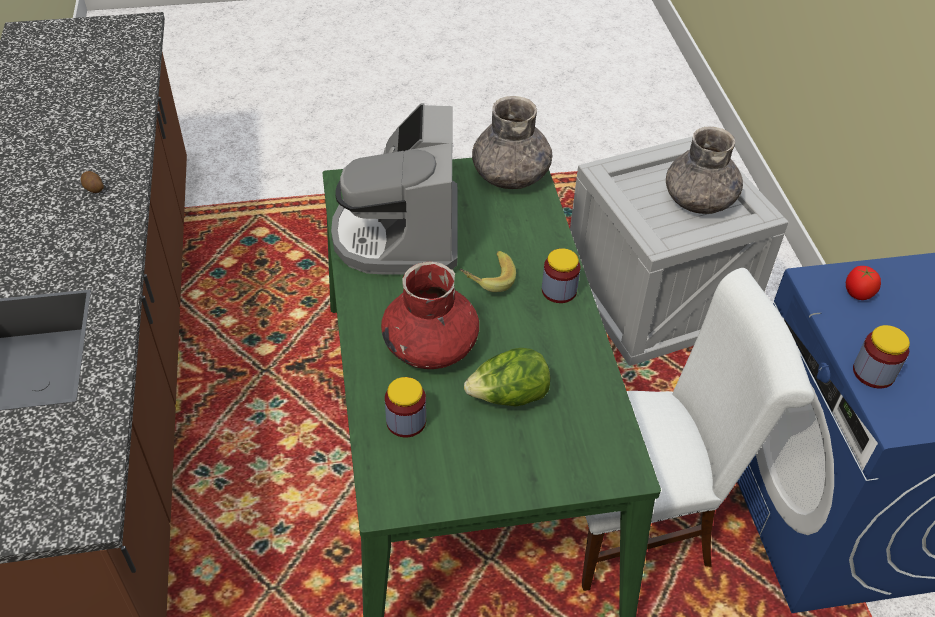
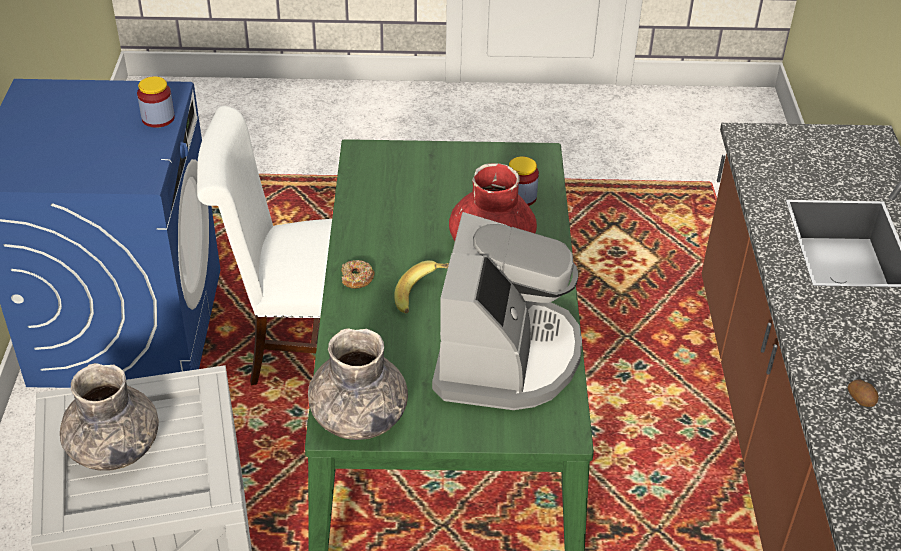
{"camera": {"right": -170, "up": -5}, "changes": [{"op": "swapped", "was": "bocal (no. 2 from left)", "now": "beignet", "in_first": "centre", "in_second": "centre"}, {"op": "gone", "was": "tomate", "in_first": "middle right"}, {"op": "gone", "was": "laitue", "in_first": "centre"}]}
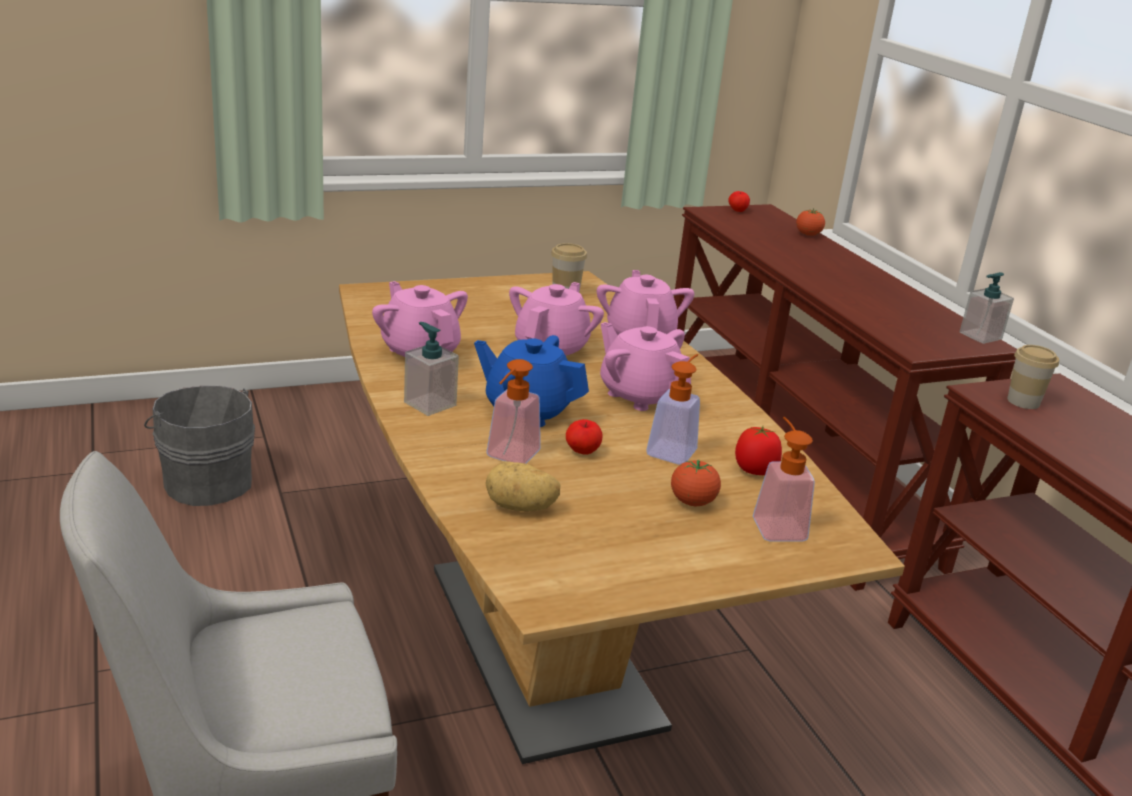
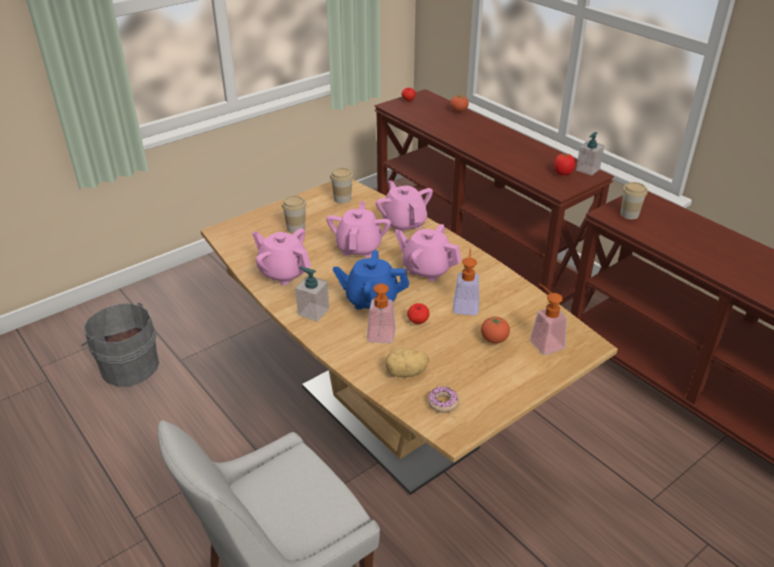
{"camera": {"right": -15, "up": 10}, "changes": [{"op": "shifted", "was": "tomate (no. 2 from left in the first image)", "now": "tomate (no. 3 from left)", "in_first": "middle right", "in_second": "top right"}, {"op": "new", "now": "tasse (no. 1 from left)", "in_second": "centre"}, {"op": "new", "now": "beignet", "in_second": "bottom centre"}]}
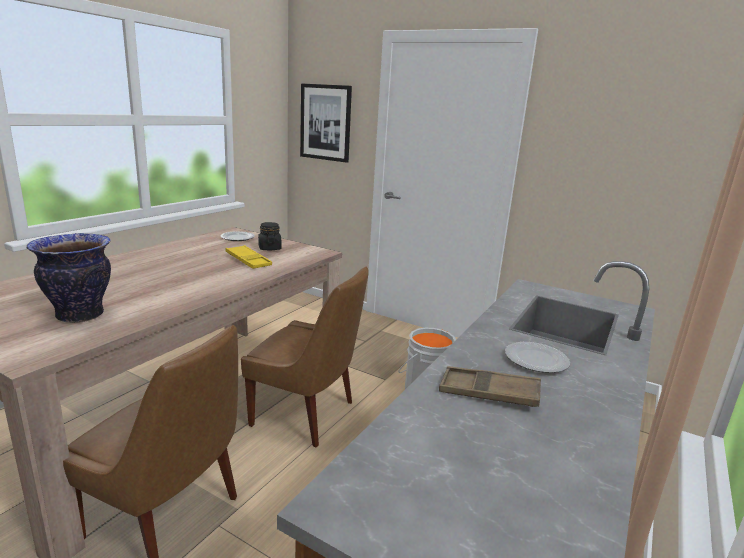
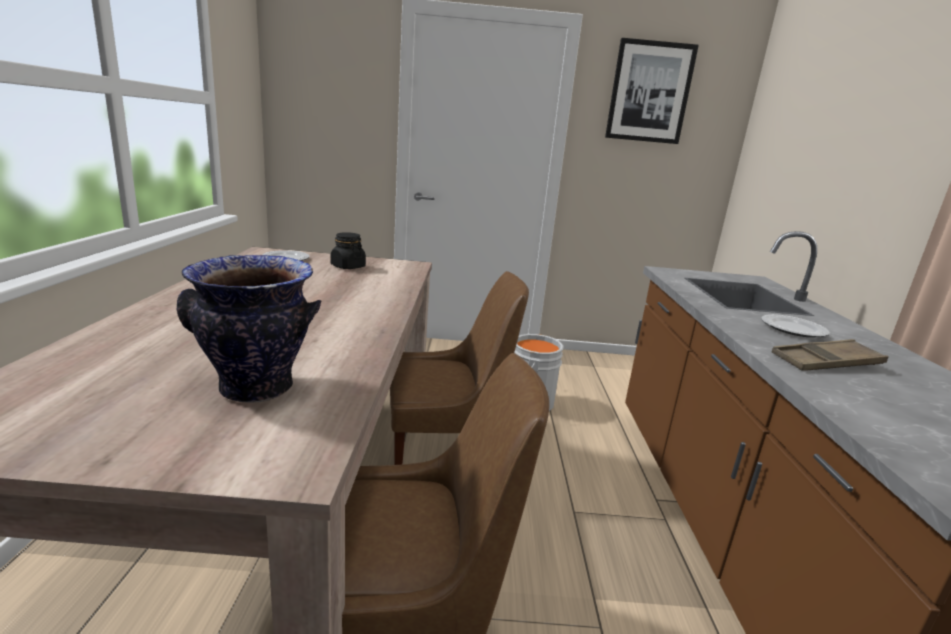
{"camera": {"right": -30, "up": 0}, "changes": [{"op": "shifted", "was": "tableau", "in_first": "top centre", "in_second": "top right"}, {"op": "gone", "was": "plateau [jaune]", "in_first": "centre"}]}
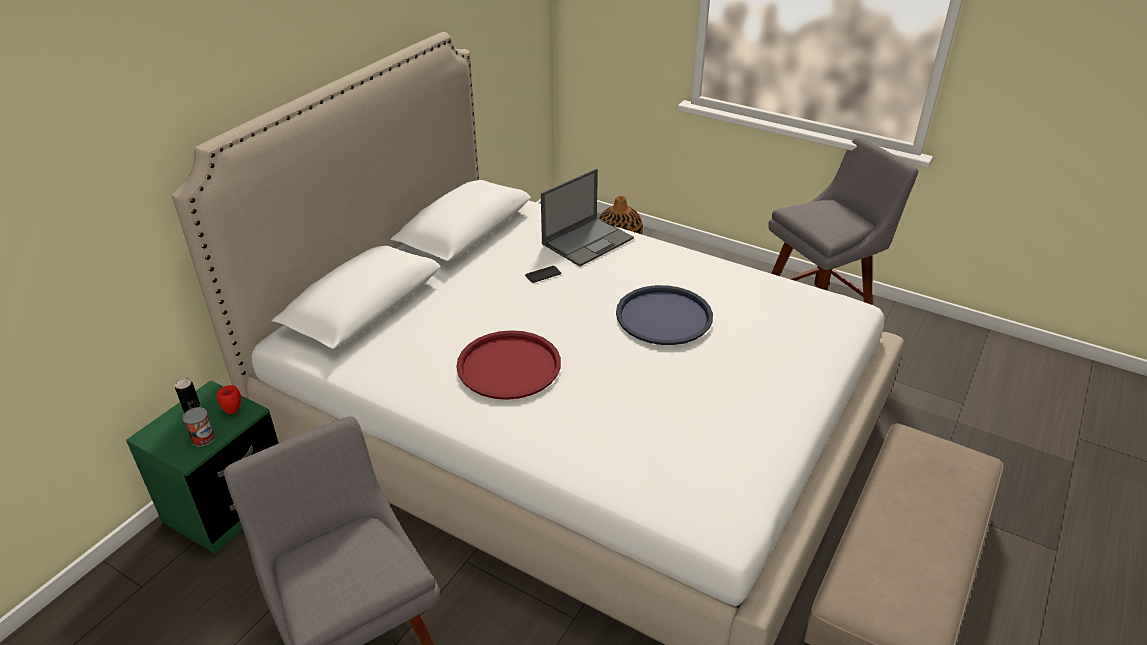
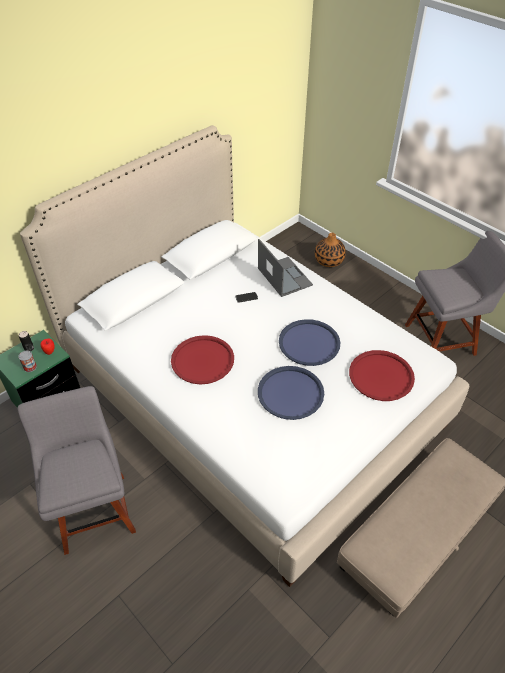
{"camera": {"right": 15, "up": 10}, "changes": [{"op": "rotated", "was": "ordinateur portable", "in_first": "centre", "in_second": "centre", "clockwise": -90}, {"op": "new", "now": "plateau [rouge] (no. 2 from left)", "in_second": "middle right"}, {"op": "new", "now": "plateau [bleu] (no. 1 from left)", "in_second": "centre"}]}
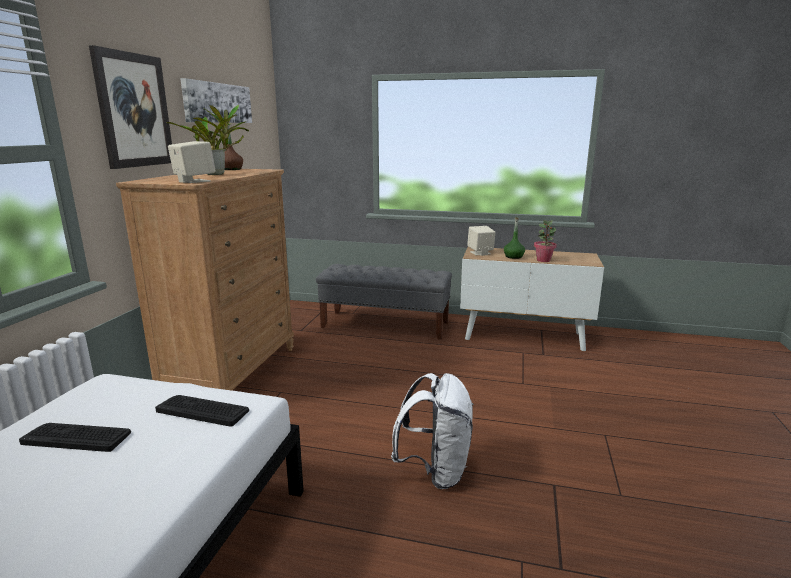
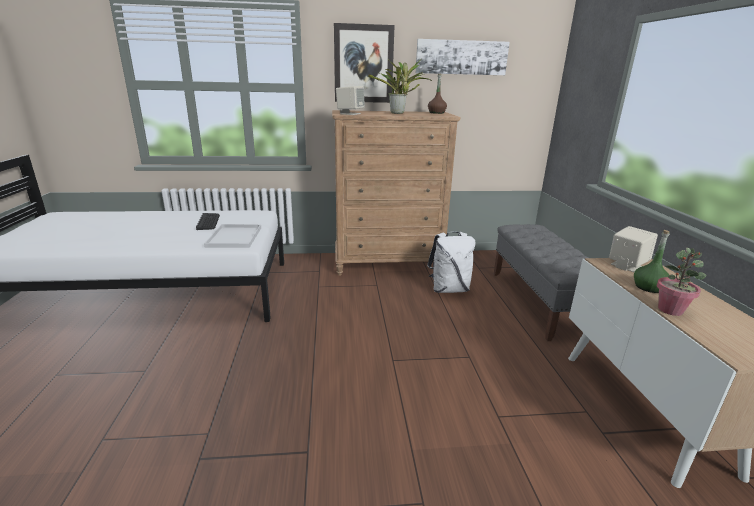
{"camera": {"right": 70, "up": 5}, "changes": [{"op": "shifted", "was": "sac à dos [blanc]", "in_first": "bottom centre", "in_second": "centre"}, {"op": "swapped", "was": "clavier (no. 2 from left)", "now": "plateau [blanc]", "in_first": "bottom left", "in_second": "middle left"}]}
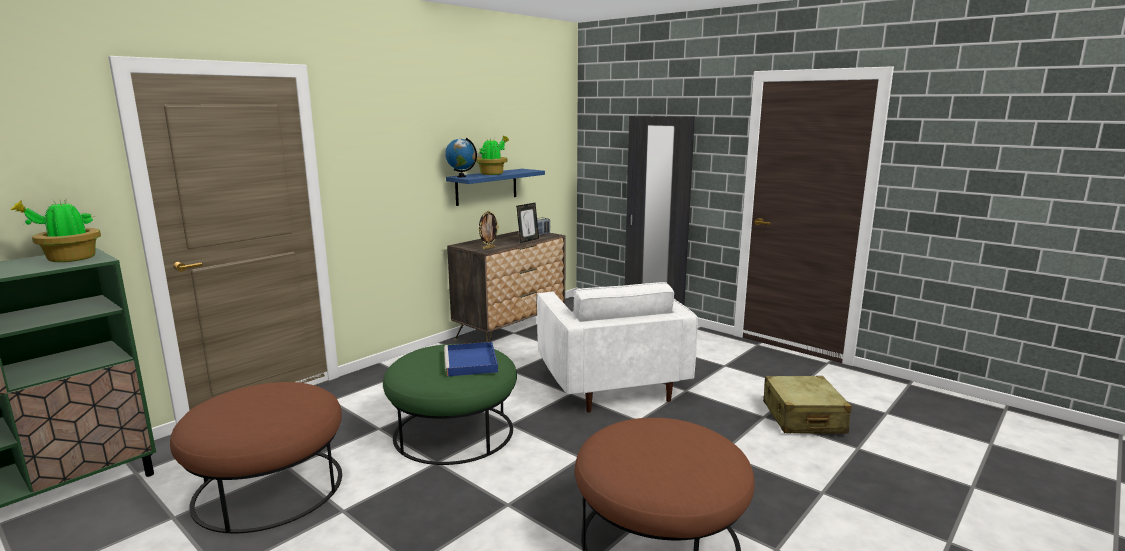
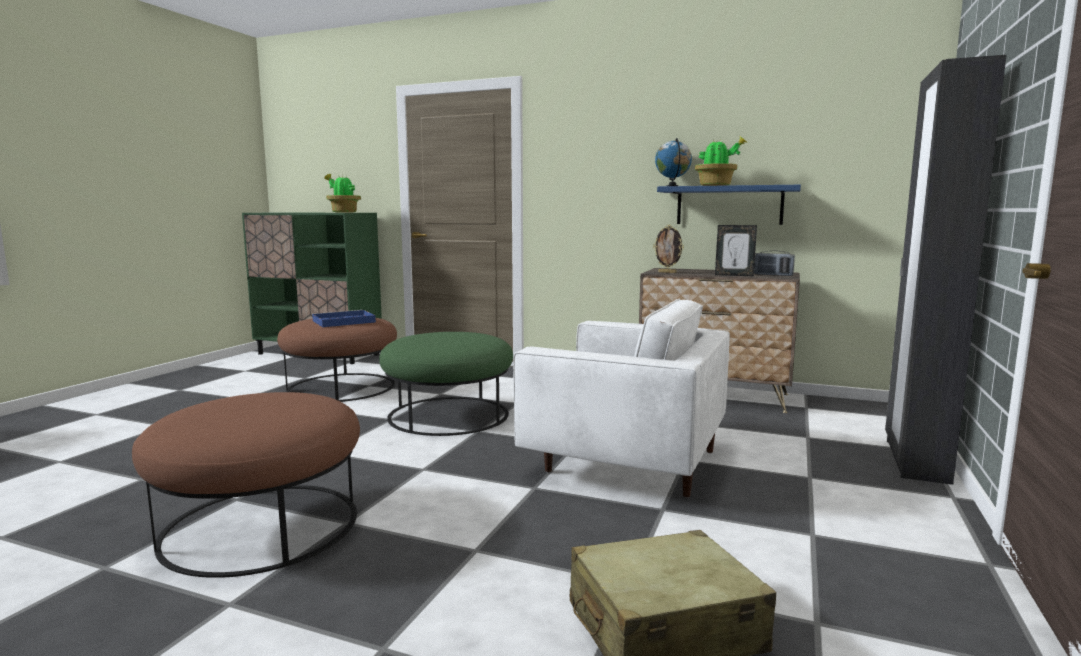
{"camera": {"right": 70, "up": -5}, "changes": [{"op": "rotated", "was": "fauteuil [blanc]", "in_first": "centre", "in_second": "centre", "clockwise": -120}, {"op": "shifted", "was": "plateau [bleu]", "in_first": "centre", "in_second": "middle left"}]}
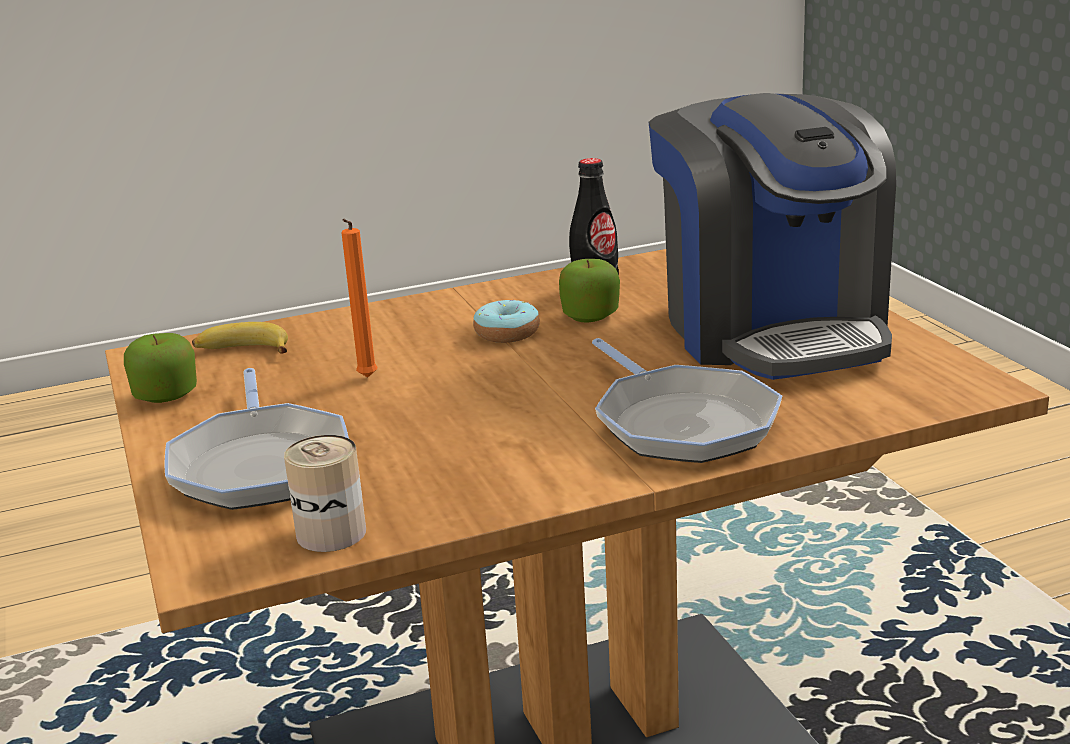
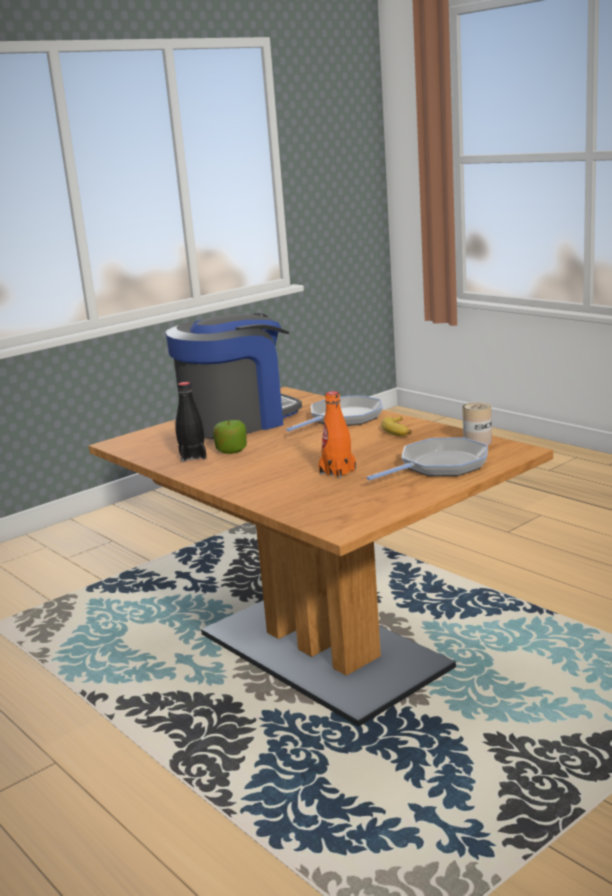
{"camera": {"right": -110, "up": -5}, "changes": [{"op": "swapped", "was": "bougie [orange]", "now": "bouteille [orange]", "in_first": "centre", "in_second": "centre"}, {"op": "gone", "was": "beignet", "in_first": "centre"}, {"op": "shifted", "was": "banane", "in_first": "middle left", "in_second": "centre"}, {"op": "gone", "was": "pomme (no. 1 from left)", "in_first": "middle left"}]}
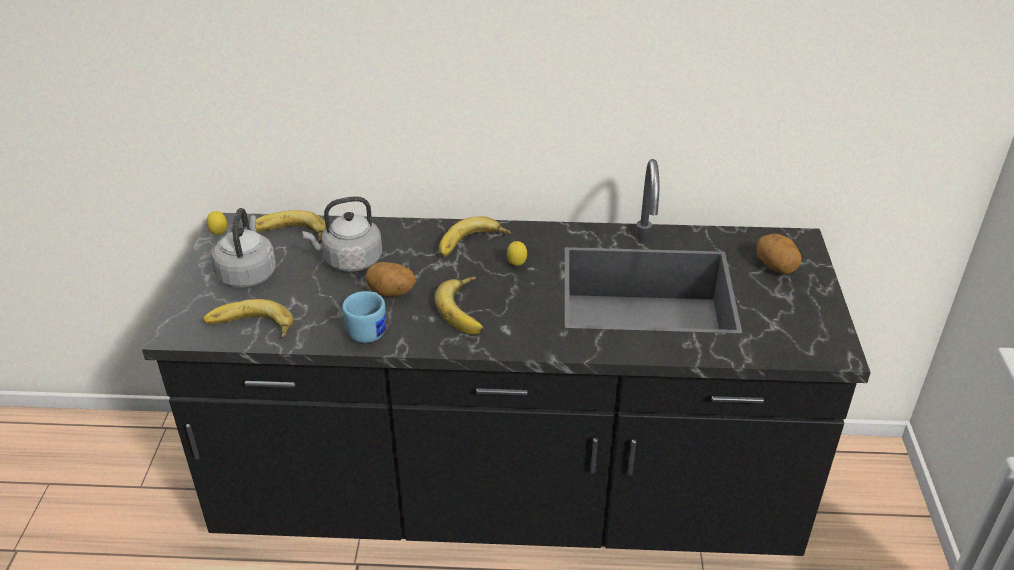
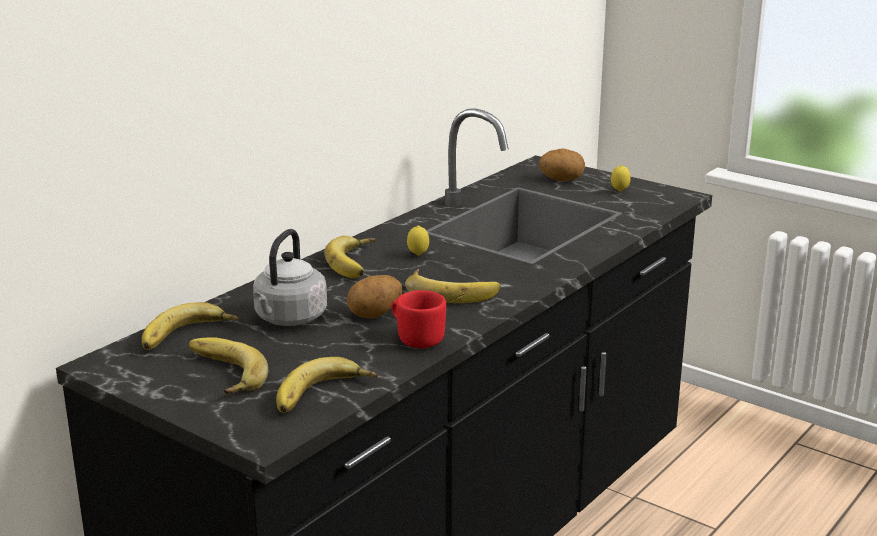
{"camera": {"right": -55, "up": -15}, "changes": [{"op": "swapped", "was": "bouilloire [gris] (no. 1 from left)", "now": "banane (no. 2 from left)", "in_first": "middle left", "in_second": "bottom left"}, {"op": "shifted", "was": "citron (no. 1 from left in the first image)", "now": "citron (no. 2 from left)", "in_first": "middle left", "in_second": "top right"}, {"op": "repainted", "was": "mug [bleu]", "now": "mug [rouge]", "in_first": "centre", "in_second": "centre"}]}
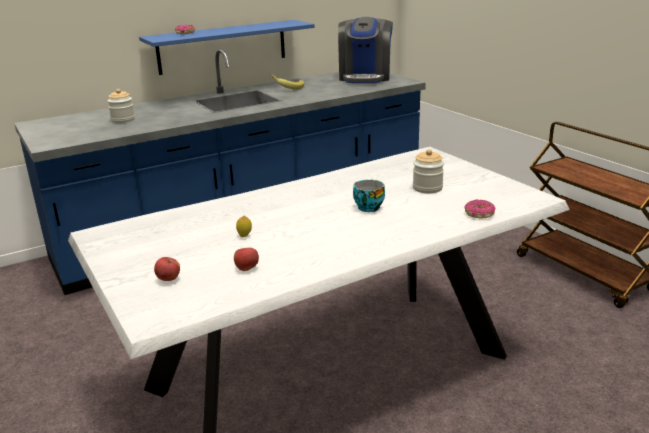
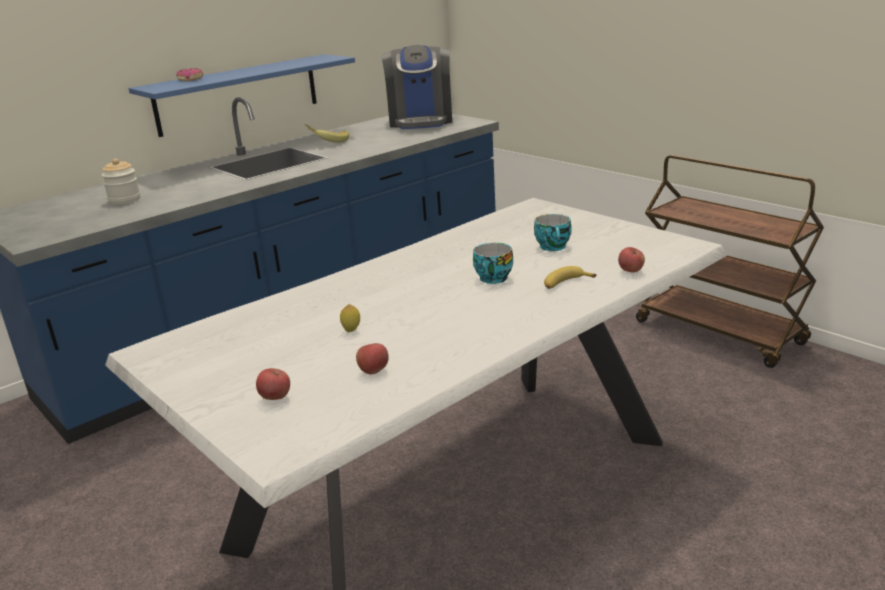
{"camera": {"right": -10, "up": 0}, "changes": [{"op": "swapped", "was": "bocal (no. 2 from left)", "now": "tasse (no. 2 from left)", "in_first": "centre", "in_second": "centre"}, {"op": "swapped", "was": "beignet (no. 2 from left)", "now": "pomme (no. 3 from left)", "in_first": "middle right", "in_second": "middle right"}, {"op": "new", "now": "banane (no. 2 from left)", "in_second": "centre"}]}
